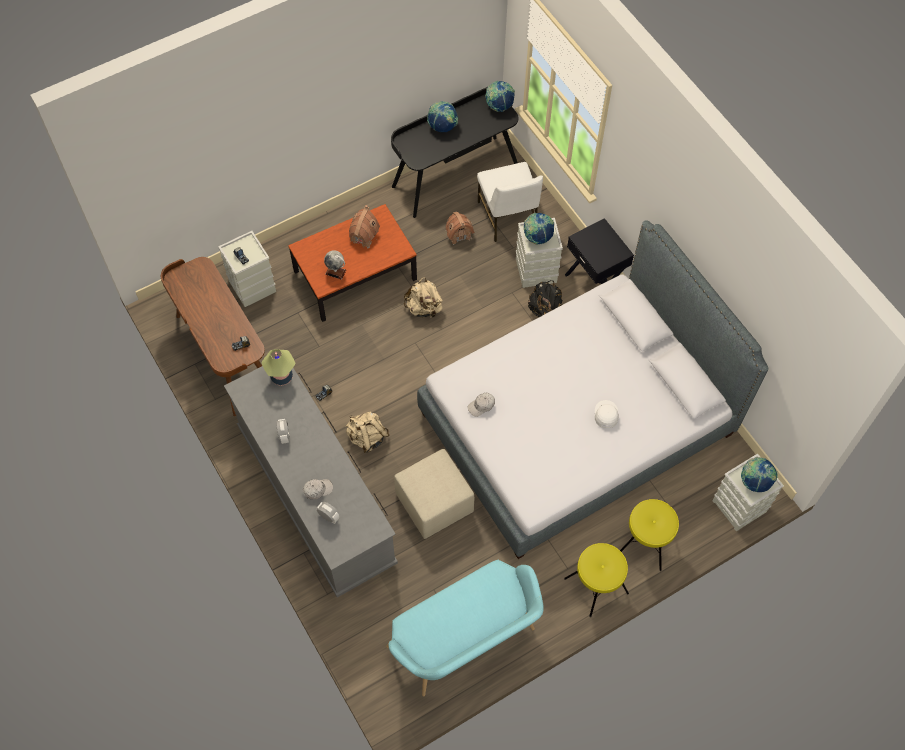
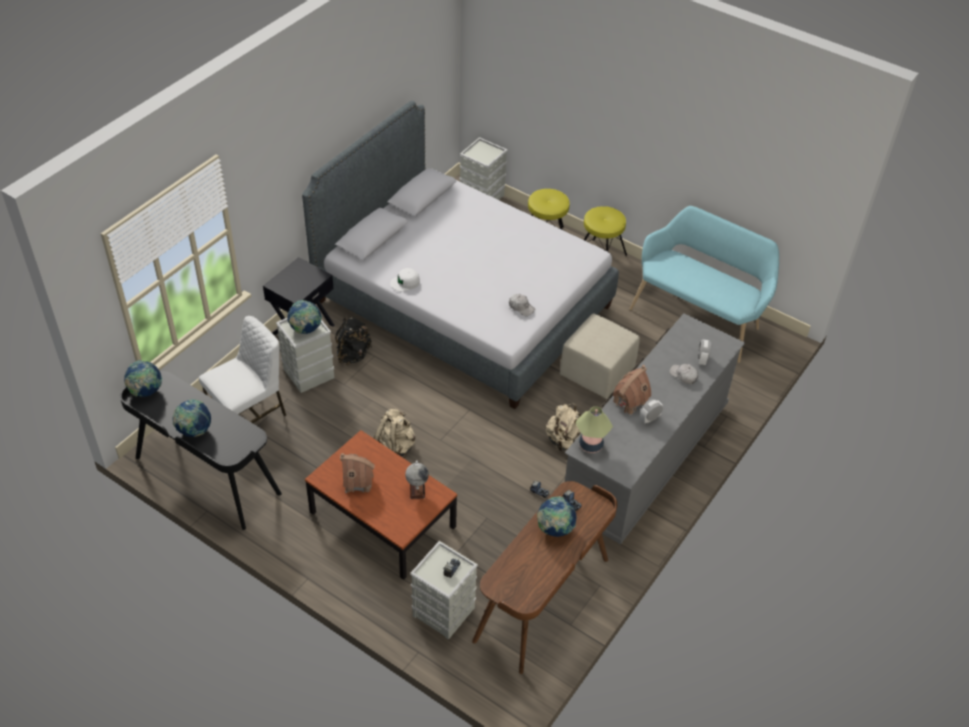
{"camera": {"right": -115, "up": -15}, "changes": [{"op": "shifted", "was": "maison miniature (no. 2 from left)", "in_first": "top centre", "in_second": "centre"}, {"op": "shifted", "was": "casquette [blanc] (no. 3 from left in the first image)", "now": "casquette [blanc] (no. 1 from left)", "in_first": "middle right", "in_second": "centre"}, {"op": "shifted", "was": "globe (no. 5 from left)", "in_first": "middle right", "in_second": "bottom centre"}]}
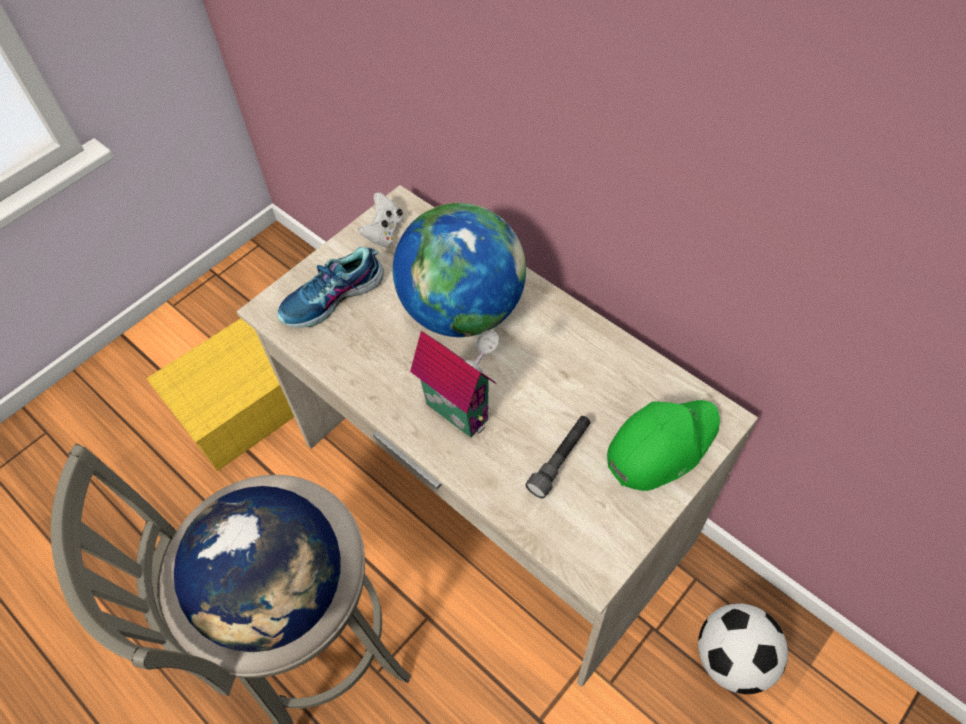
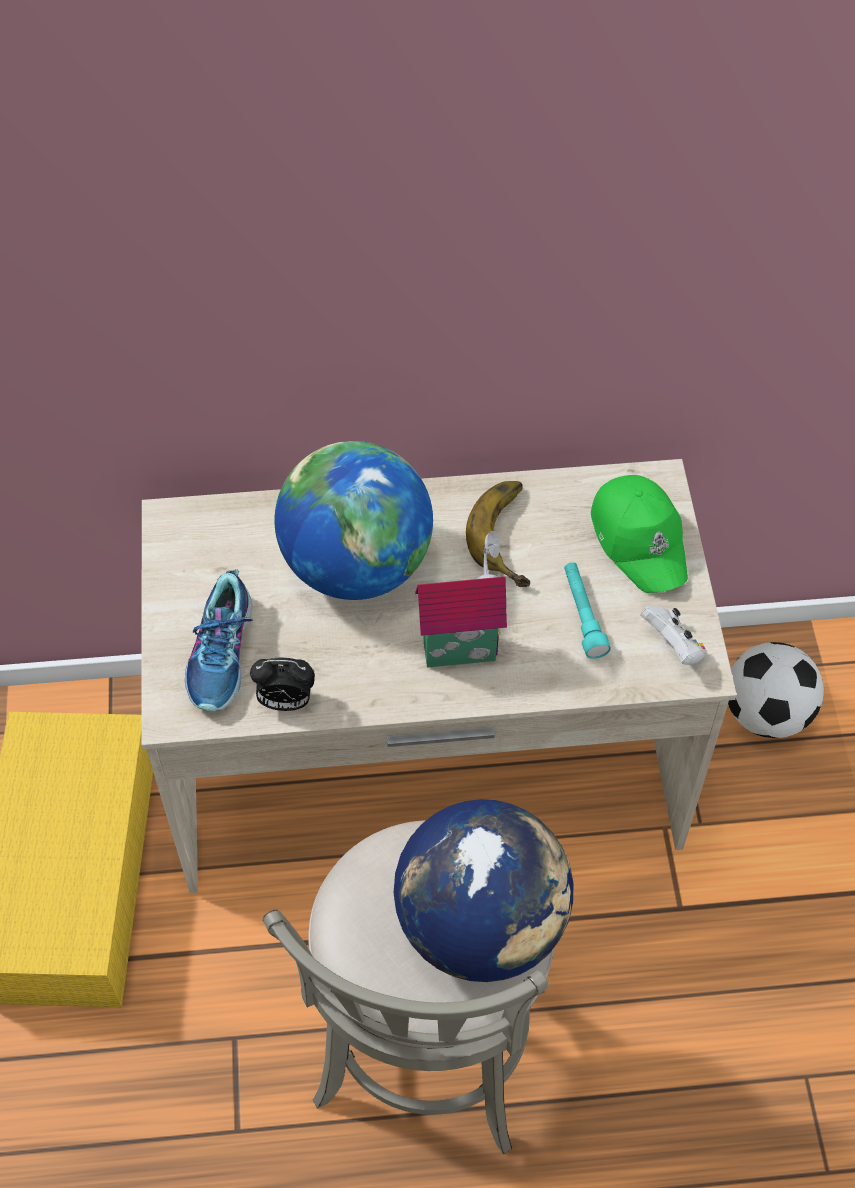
{"camera": {"right": -50, "up": 0}, "changes": [{"op": "shifted", "was": "manette [blanc]", "in_first": "top centre", "in_second": "middle right"}, {"op": "rotated", "was": "casquette [vert]", "in_first": "middle right", "in_second": "middle right", "clockwise": 150}, {"op": "repainted", "was": "lampe de poche [gris]", "now": "lampe de poche [turquoise]", "in_first": "centre", "in_second": "middle right"}, {"op": "new", "now": "banane", "in_second": "centre"}, {"op": "new", "now": "réveil", "in_second": "middle left"}]}
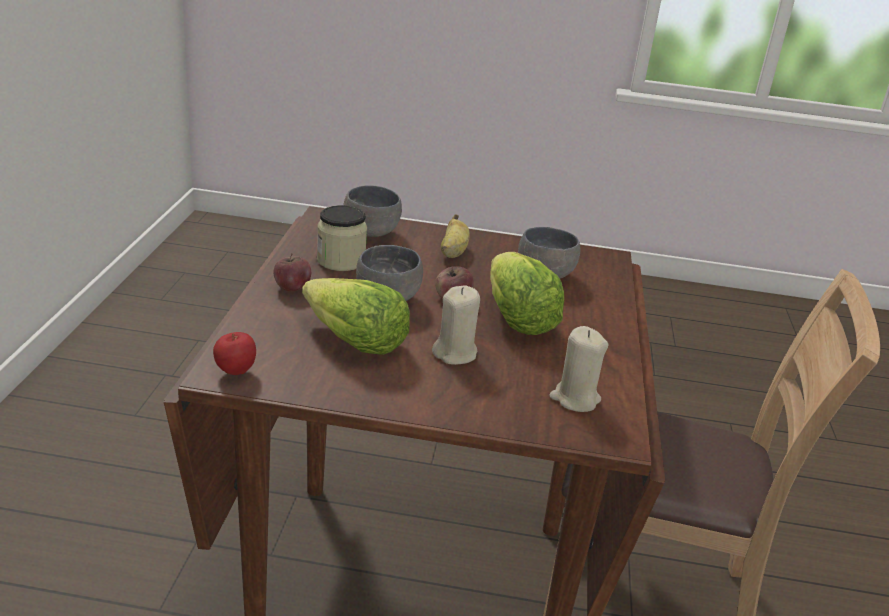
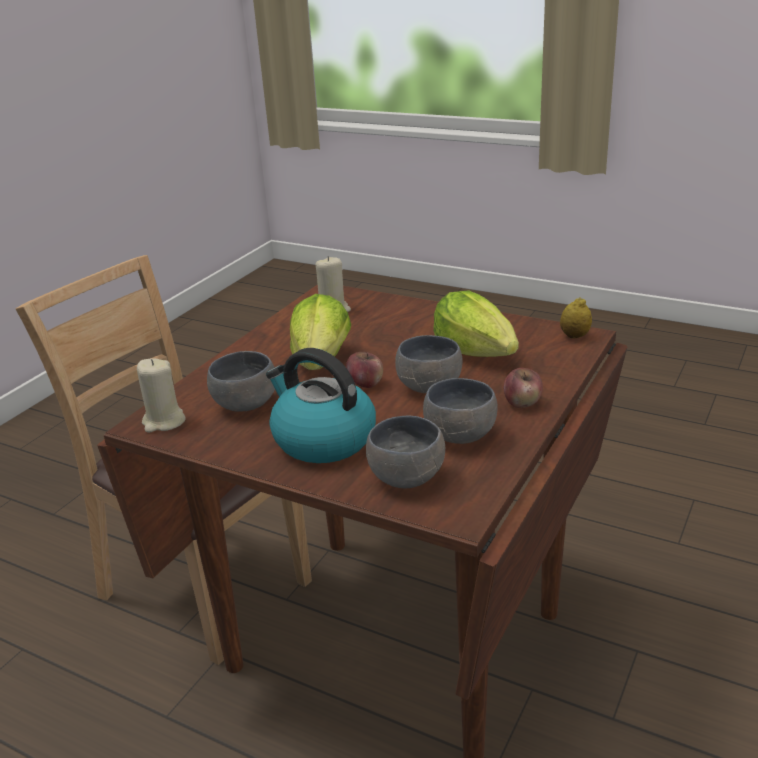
{"camera": {"right": -155, "up": 0}, "changes": [{"op": "swapped", "was": "bocal", "now": "bol [gris] (no. 4 from left)", "in_first": "centre", "in_second": "centre"}, {"op": "swapped", "was": "banane", "now": "bouilloire", "in_first": "centre", "in_second": "centre"}, {"op": "shifted", "was": "bougie [beige] (no. 1 from left)", "in_first": "centre", "in_second": "middle left"}, {"op": "swapped", "was": "pomme (no. 1 from left)", "now": "citron", "in_first": "middle left", "in_second": "middle right"}]}
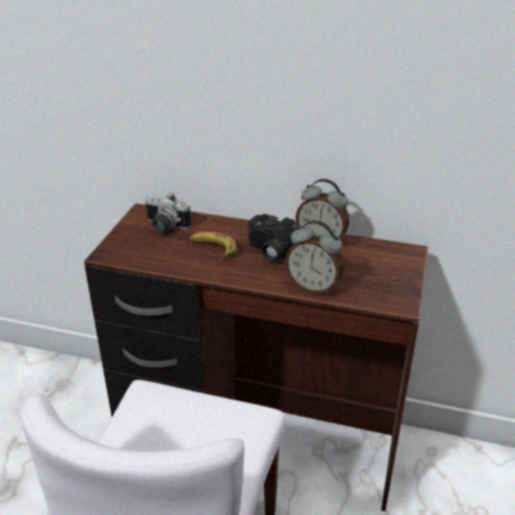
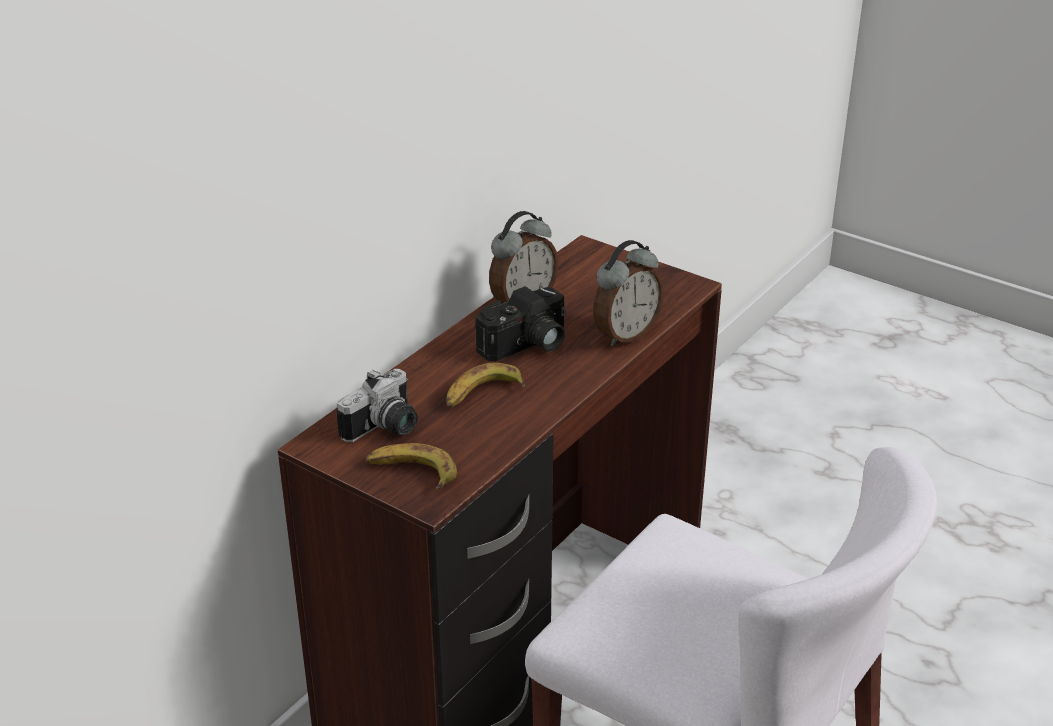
{"camera": {"right": -70, "up": 0}, "changes": [{"op": "new", "now": "banane (no. 1 from left)", "in_second": "centre"}]}
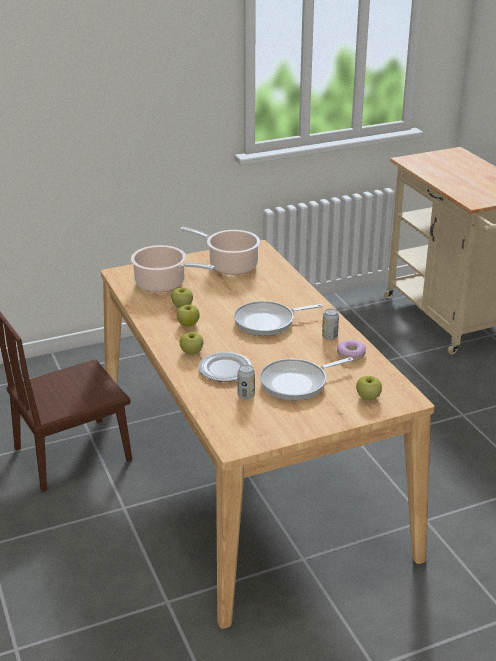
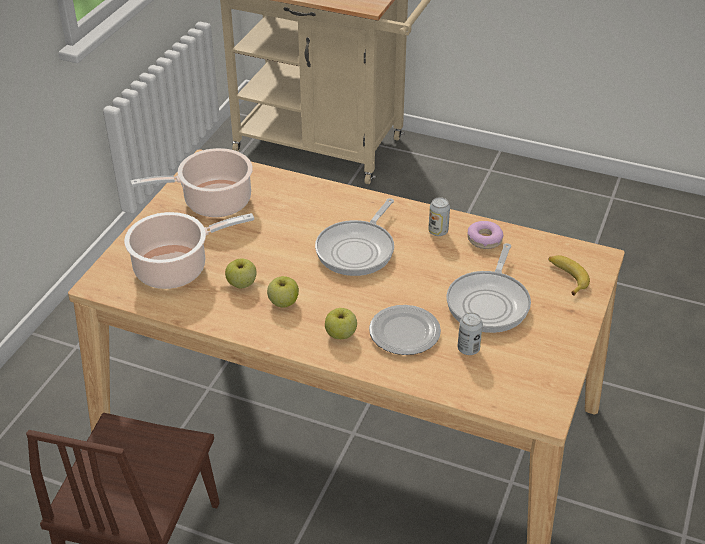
{"camera": {"right": -45, "up": 10}, "changes": [{"op": "swapped", "was": "pomme (no. 4 from left)", "now": "banane", "in_first": "middle right", "in_second": "middle right"}]}
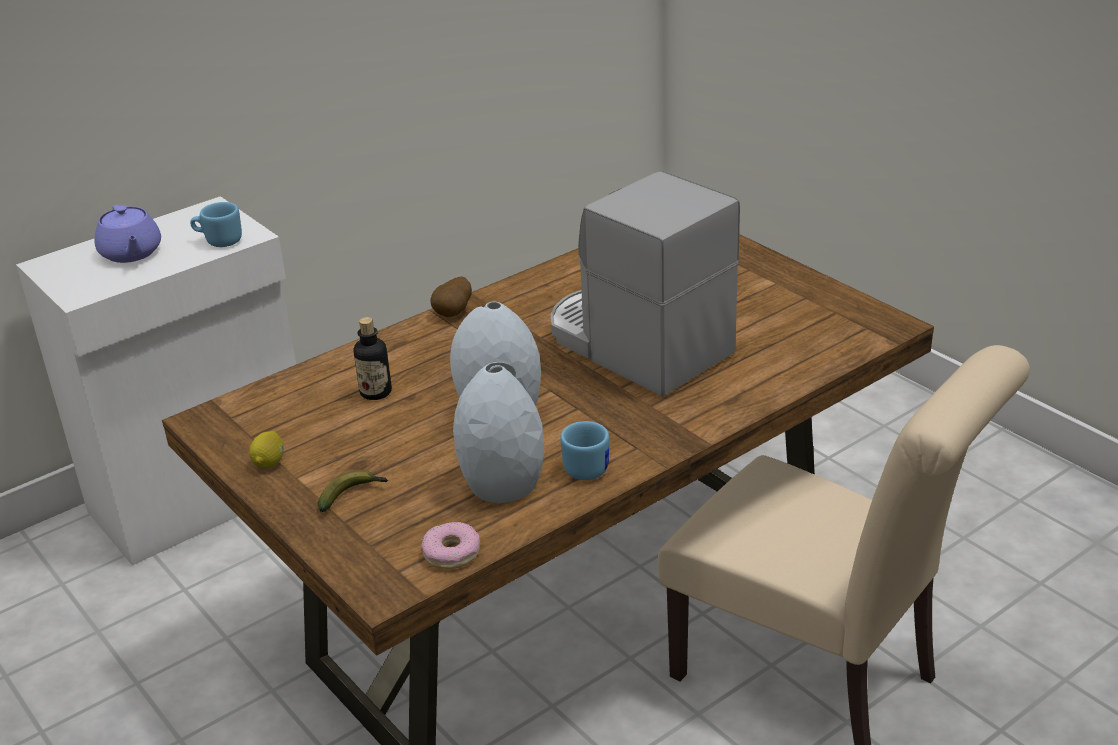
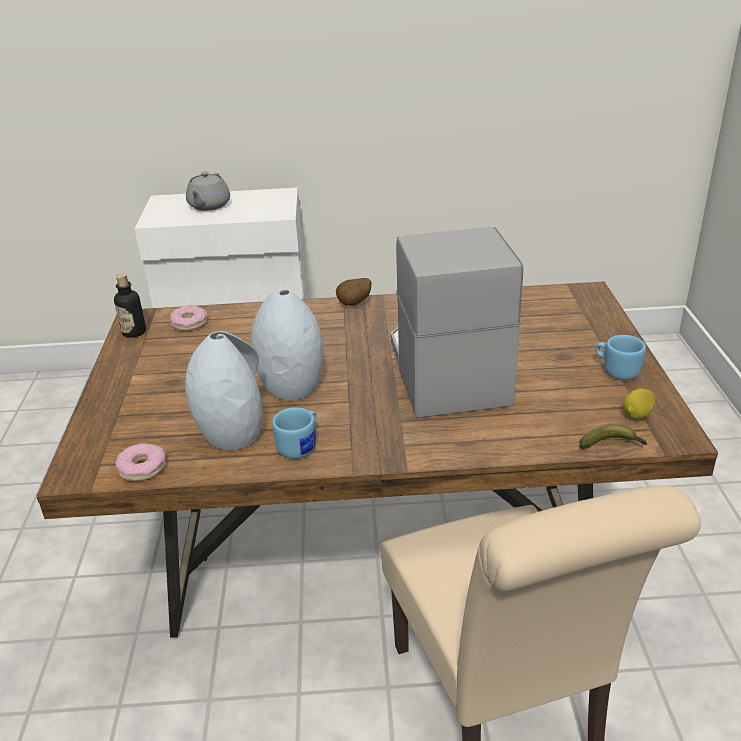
{"camera": {"right": 35, "up": 0}, "changes": [{"op": "shifted", "was": "mug [bleu] (no. 1 from left in the first image)", "now": "mug [bleu] (no. 2 from left)", "in_first": "top left", "in_second": "middle right"}, {"op": "repainted", "was": "théière [violet]", "now": "théière [gris]", "in_first": "top left", "in_second": "top left"}, {"op": "shifted", "was": "bouteille", "in_first": "centre", "in_second": "middle left"}, {"op": "shifted", "was": "citron", "in_first": "middle left", "in_second": "middle right"}, {"op": "shifted", "was": "banane", "in_first": "middle left", "in_second": "middle right"}, {"op": "new", "now": "beignet (no. 2 from left)", "in_second": "middle left"}]}
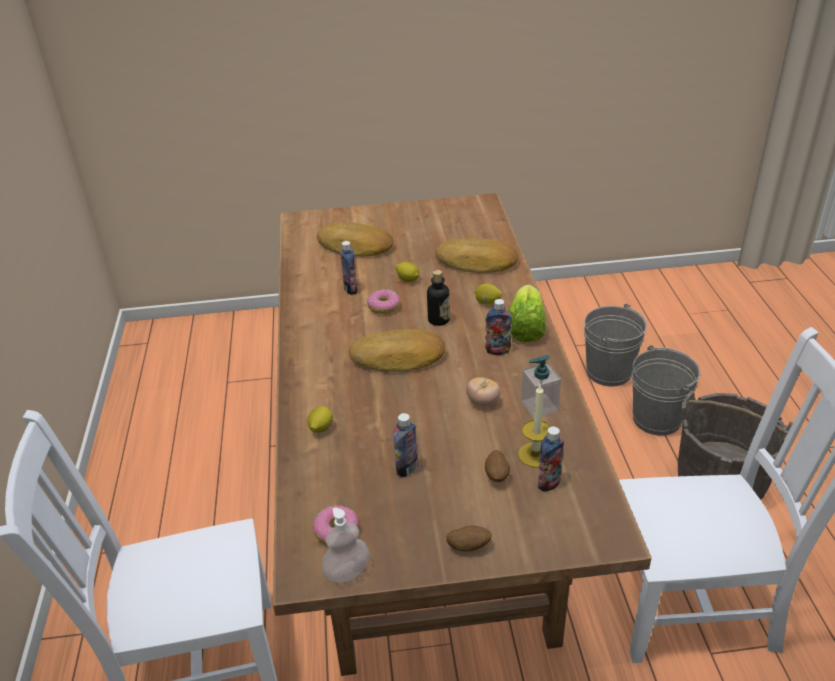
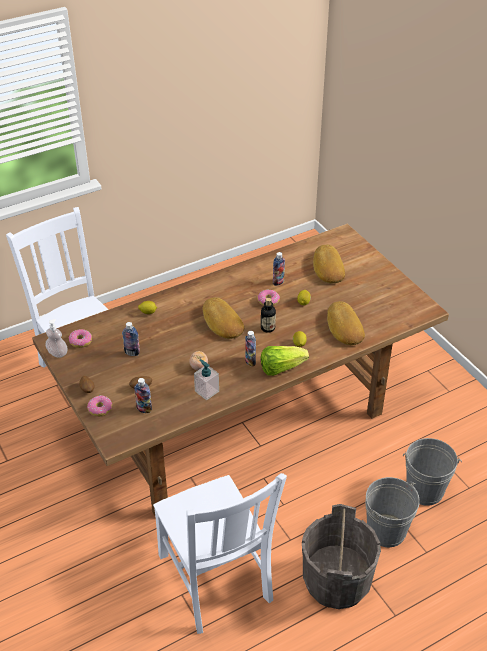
{"camera": {"right": 65, "up": 5}, "changes": [{"op": "gone", "was": "bougie", "in_first": "centre"}, {"op": "new", "now": "beignet (no. 2 from left)", "in_second": "middle left"}]}
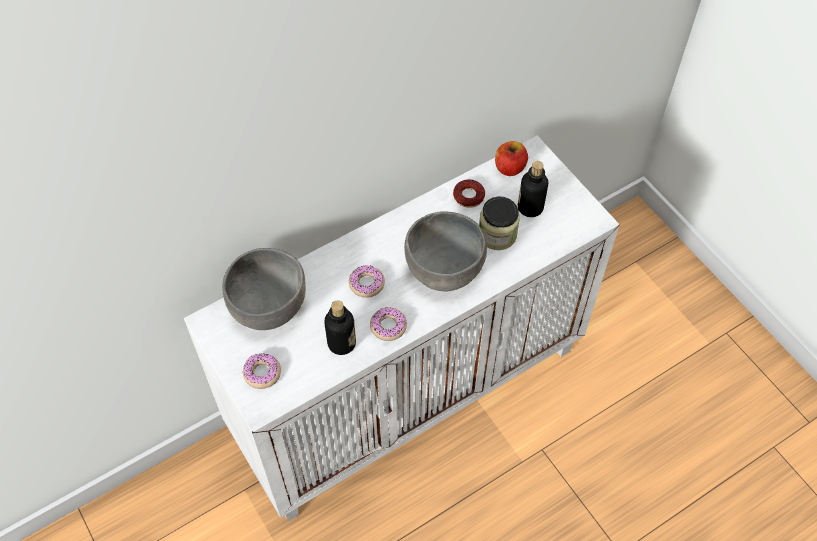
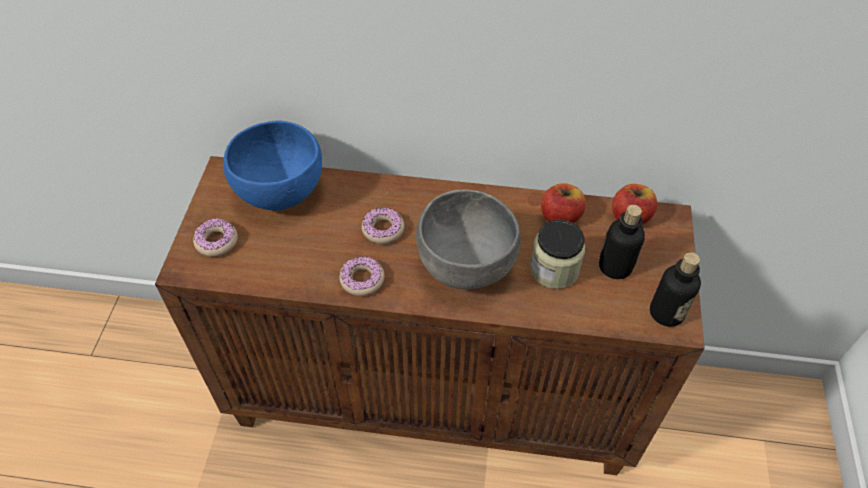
{"camera": {"right": 40, "up": -5}, "changes": [{"op": "repainted", "was": "meuble de rangement [blanc]", "now": "meuble de rangement [marron]", "in_first": "centre", "in_second": "centre"}, {"op": "swapped", "was": "beignet (no. 4 from left)", "now": "pomme (no. 1 from left)", "in_first": "centre", "in_second": "centre"}, {"op": "repainted", "was": "bol [gris] (no. 1 from left)", "now": "bol [bleu]", "in_first": "middle left", "in_second": "middle left"}, {"op": "shifted", "was": "bouteille (no. 1 from left in the first image)", "now": "bouteille (no. 2 from left)", "in_first": "centre", "in_second": "middle right"}]}
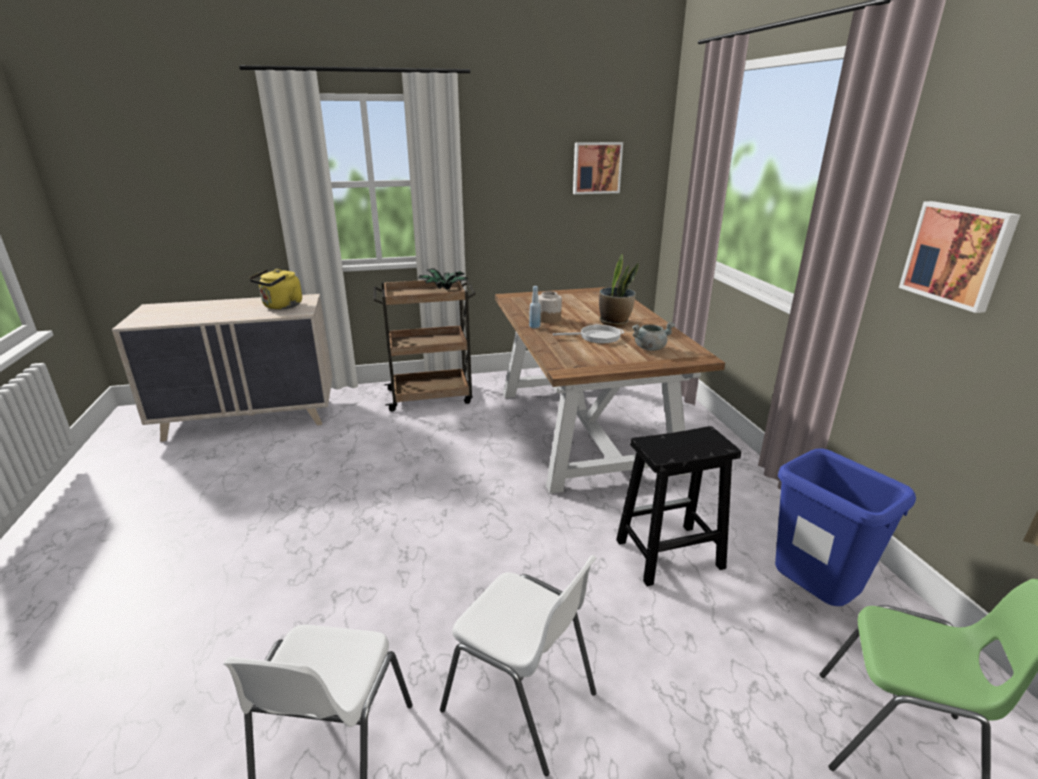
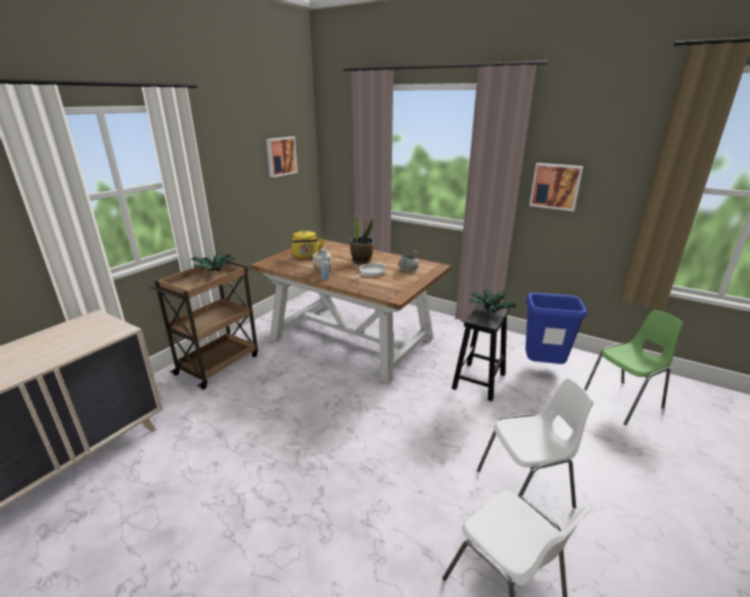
{"camera": {"right": -45, "up": 0}, "changes": [{"op": "shifted", "was": "bouilloire [jaune]", "in_first": "middle left", "in_second": "centre"}, {"op": "new", "now": "plante en pot (no. 3 from left)", "in_second": "centre"}]}
